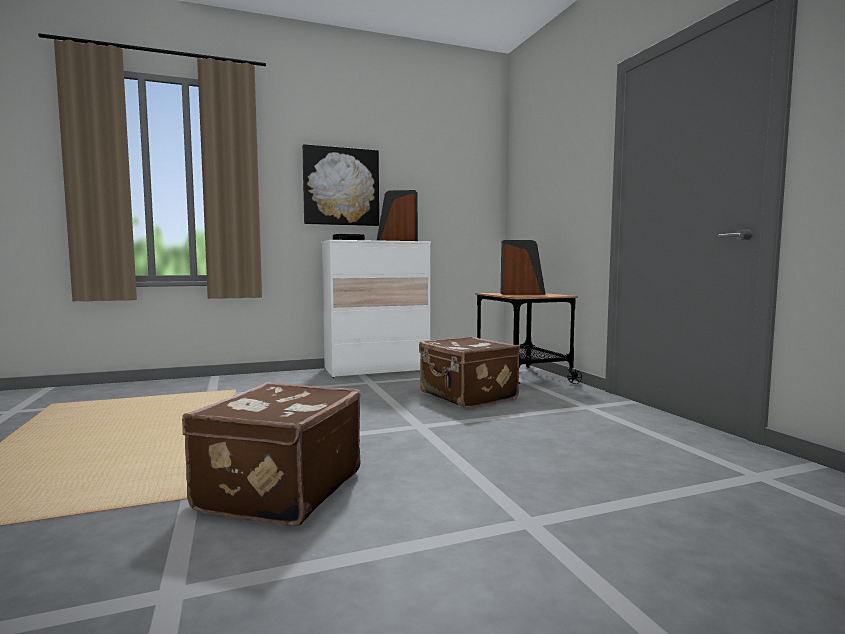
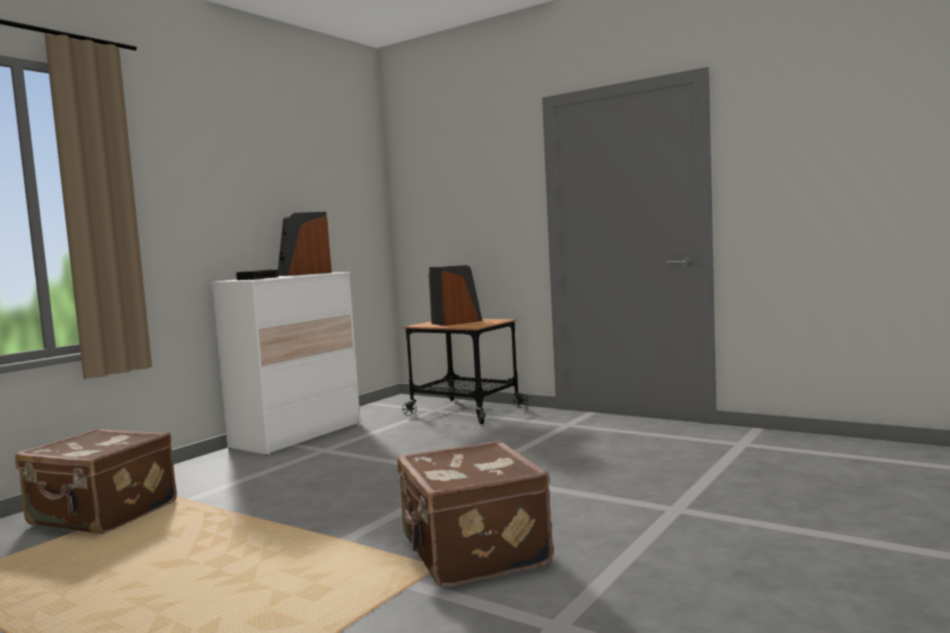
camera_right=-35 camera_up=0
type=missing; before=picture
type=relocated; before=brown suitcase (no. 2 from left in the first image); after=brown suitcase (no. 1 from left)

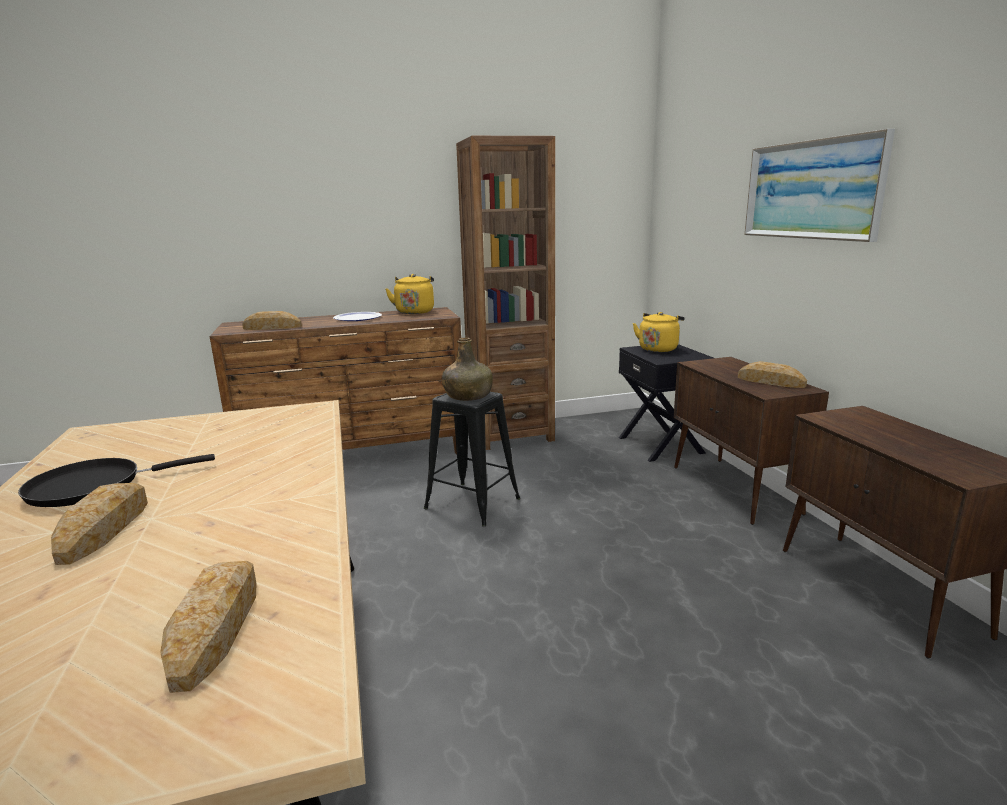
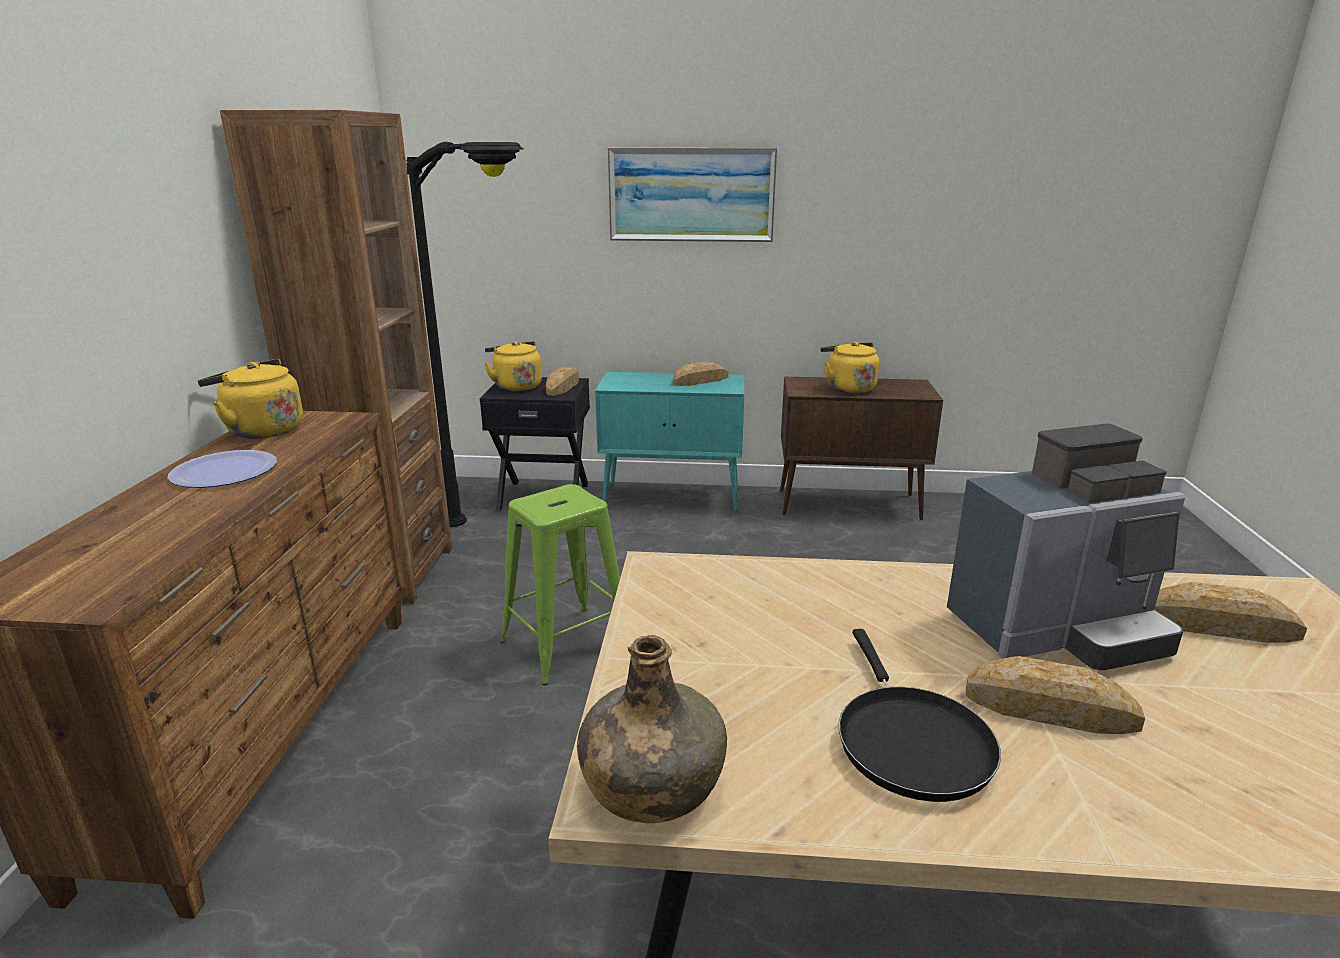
camera_right=-70 camera_up=5
type=relocated; before=bread (no. 3 from left in the first image); after=bread (no. 1 from left)
type=colour; before=black stool; after=green stool
type=relocated; before=green bottle
type=colour; before=brown cabinet (no. 1 from left); after=turquoise cabinet
type=appeared; after=black floor lamp
type=appeared; after=yellow kettle (no. 3 from left)
type=appeared; after=coffee machine

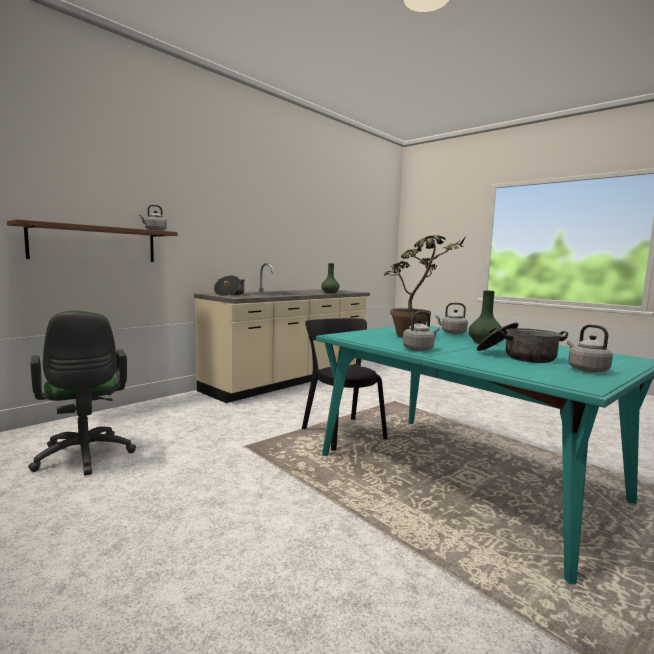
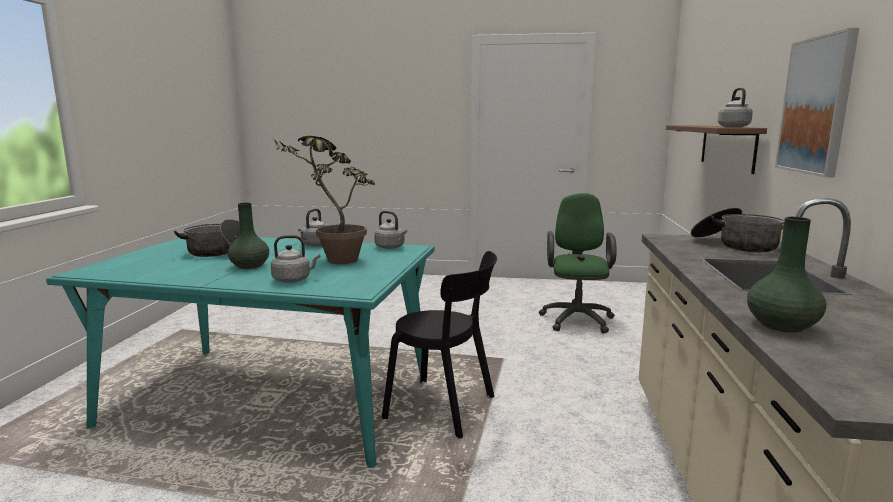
camera_right=145 camera_up=5
type=spun; before=green office chair; turn=75
type=relocated; before=grey kettle (no. 4 from left in the first image); after=grey kettle (no. 3 from left)
type=appeared; after=picture

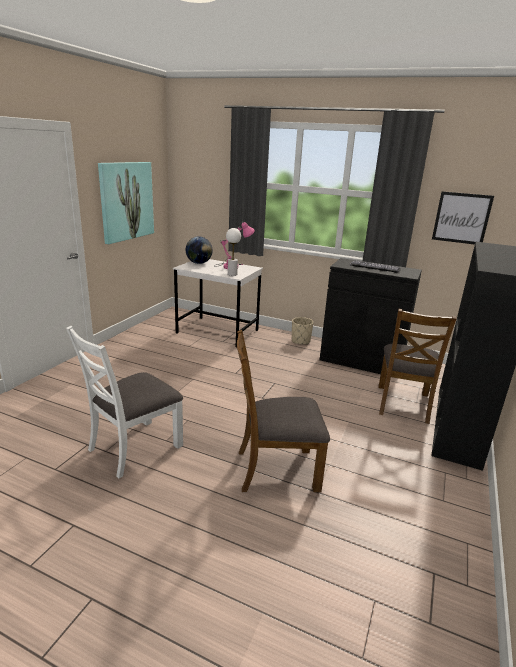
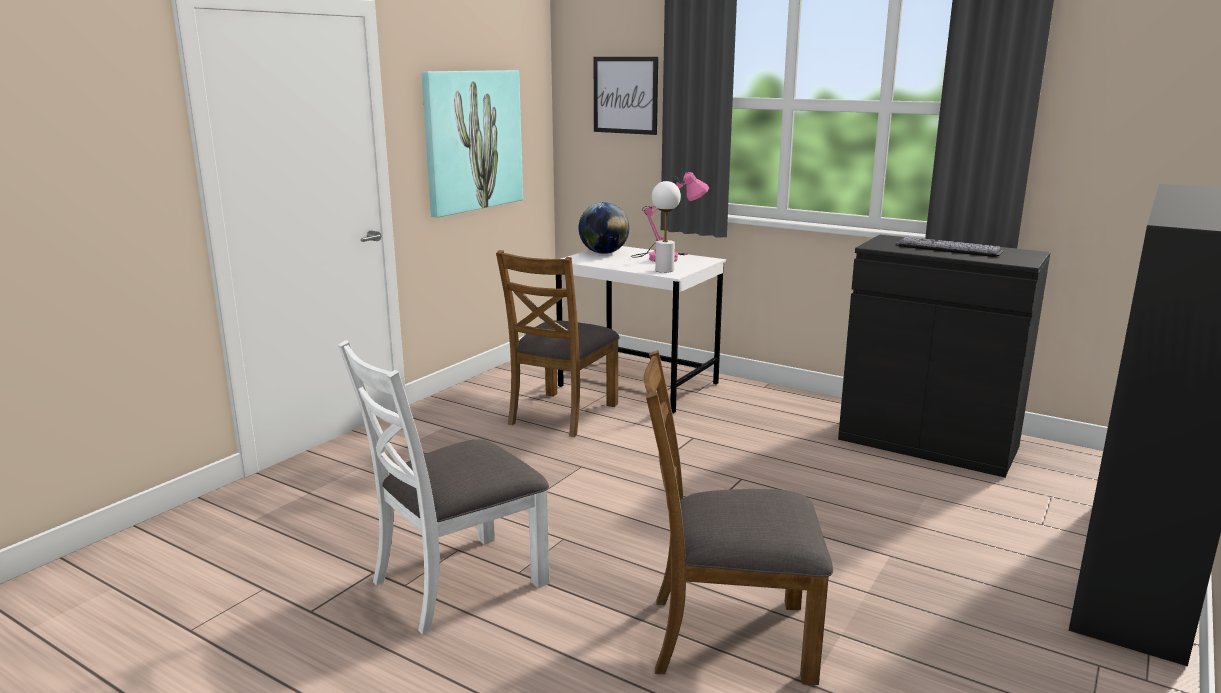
camera_right=10 camera_up=-5
type=missing; before=beige planter
type=relocated; before=brown chair (no. 2 from left in the first image); after=brown chair (no. 1 from left)
type=relocated; before=picture (no. 2 from left)

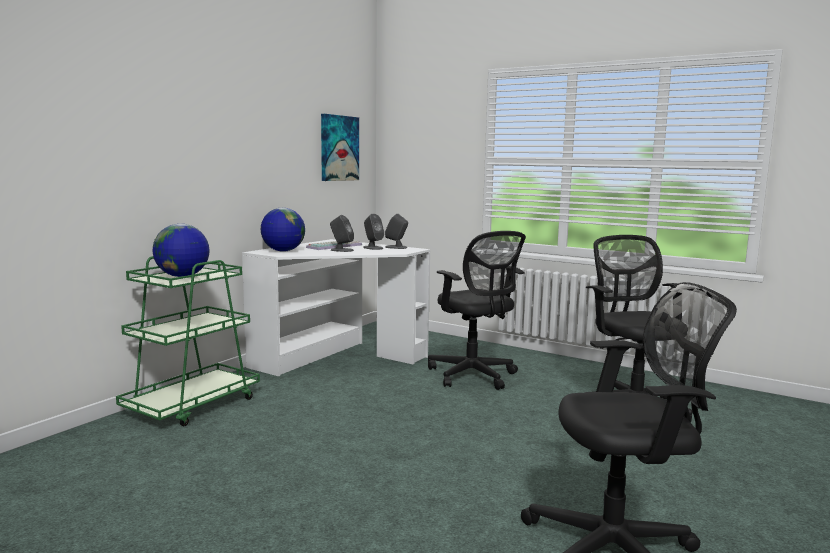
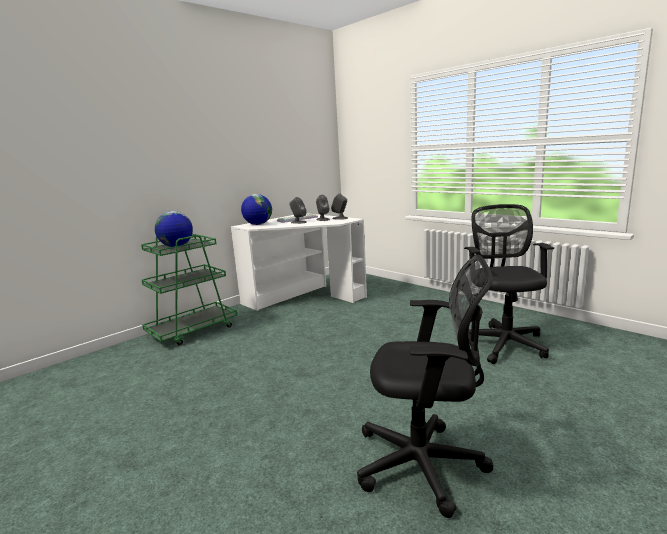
camera_right=15 camera_up=5
type=missing; before=picture
type=missing; before=black office chair (no. 1 from left)

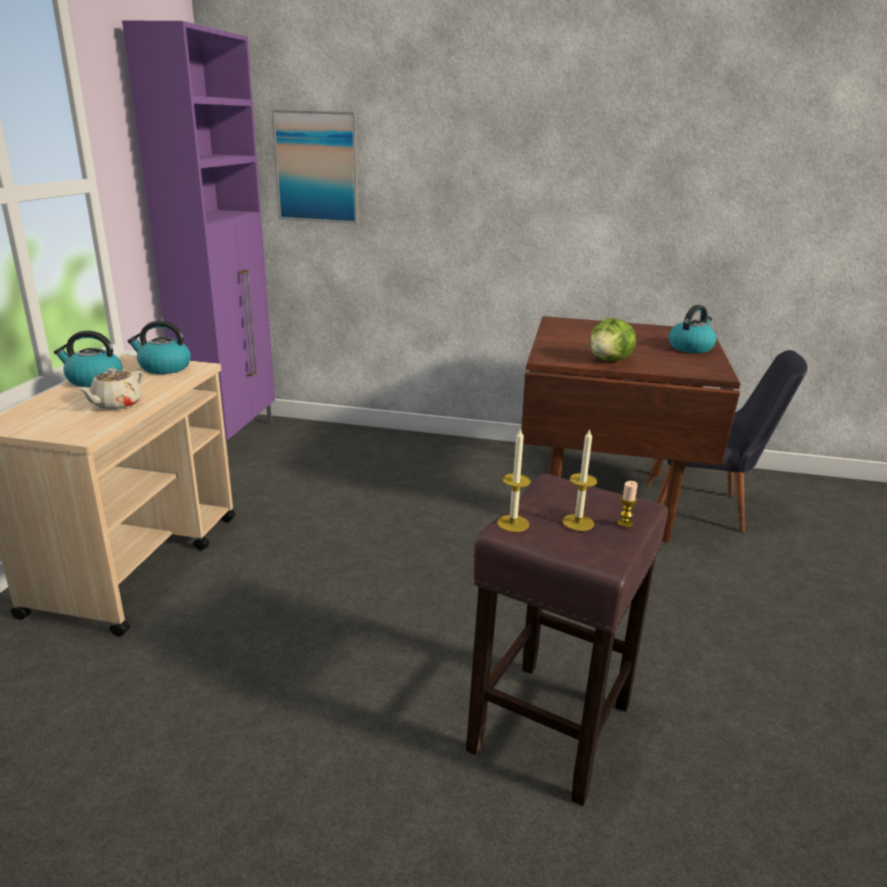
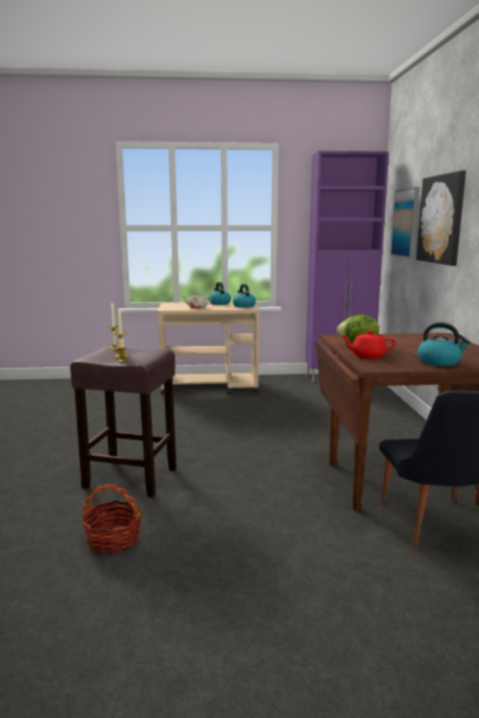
camera_right=75 camera_up=-10
type=appeared; after=basket
type=appeared; after=red teapot
type=appeared; after=picture (no. 2 from left)

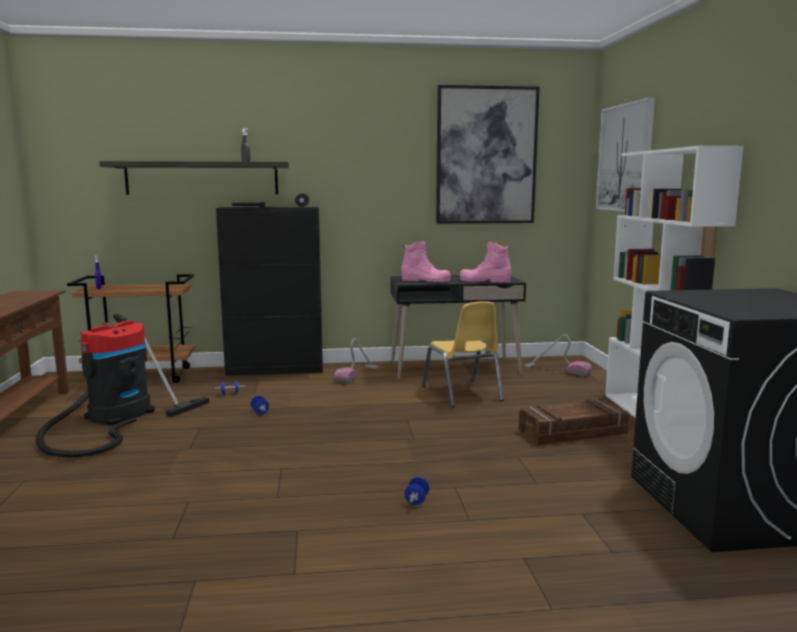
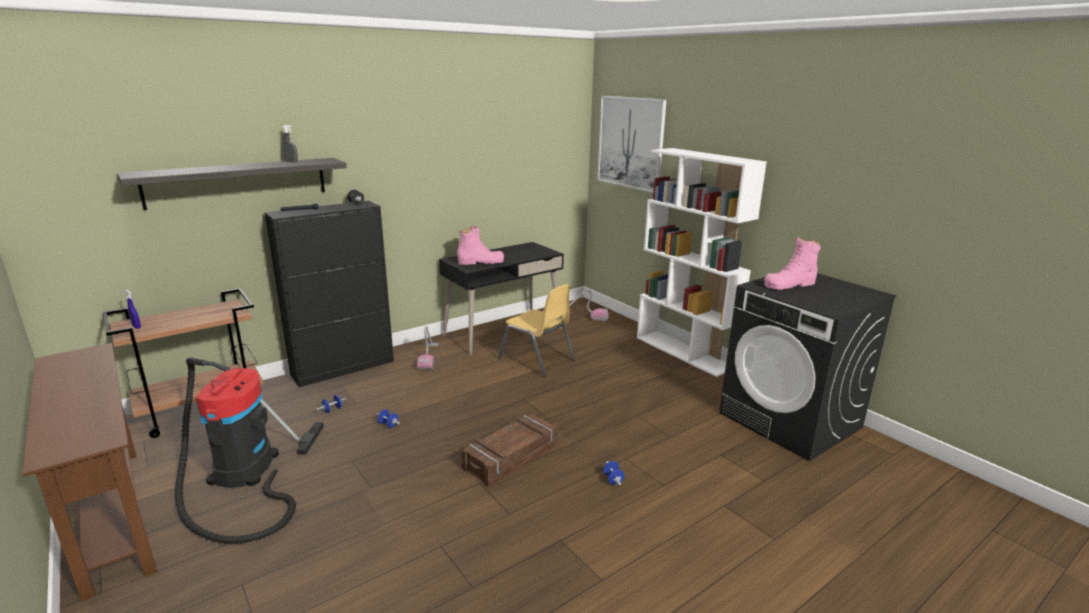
camera_right=-30 camera_up=10
type=missing; before=picture (no. 1 from left)
type=relocated; before=pink boot (no. 2 from left)
type=relocated; before=crate

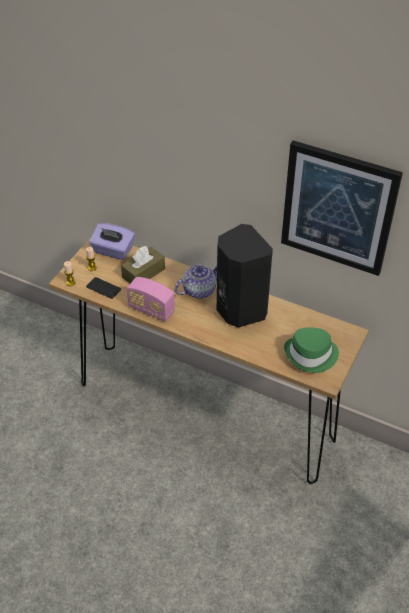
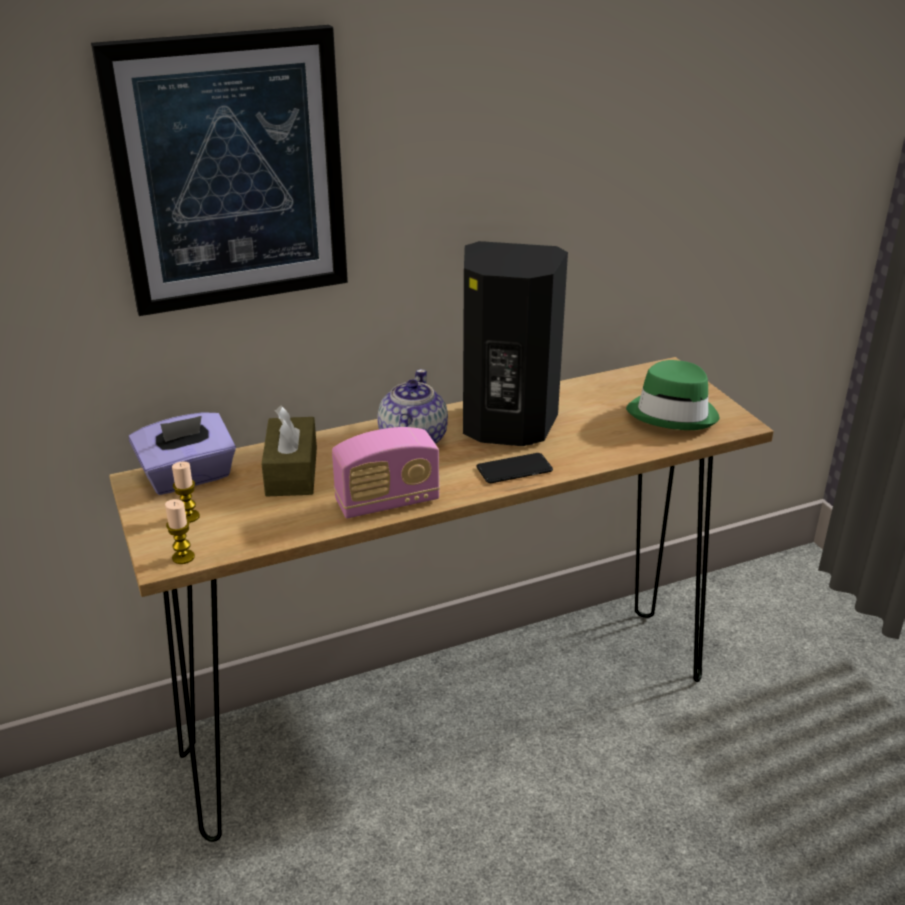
camera_right=-50 camera_up=-15
type=relocated; before=phone
type=relocated; before=picture

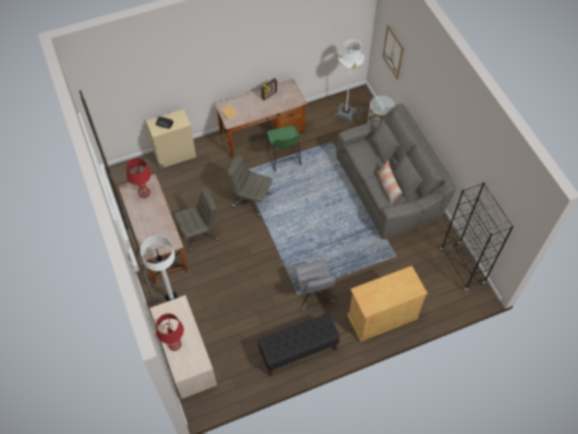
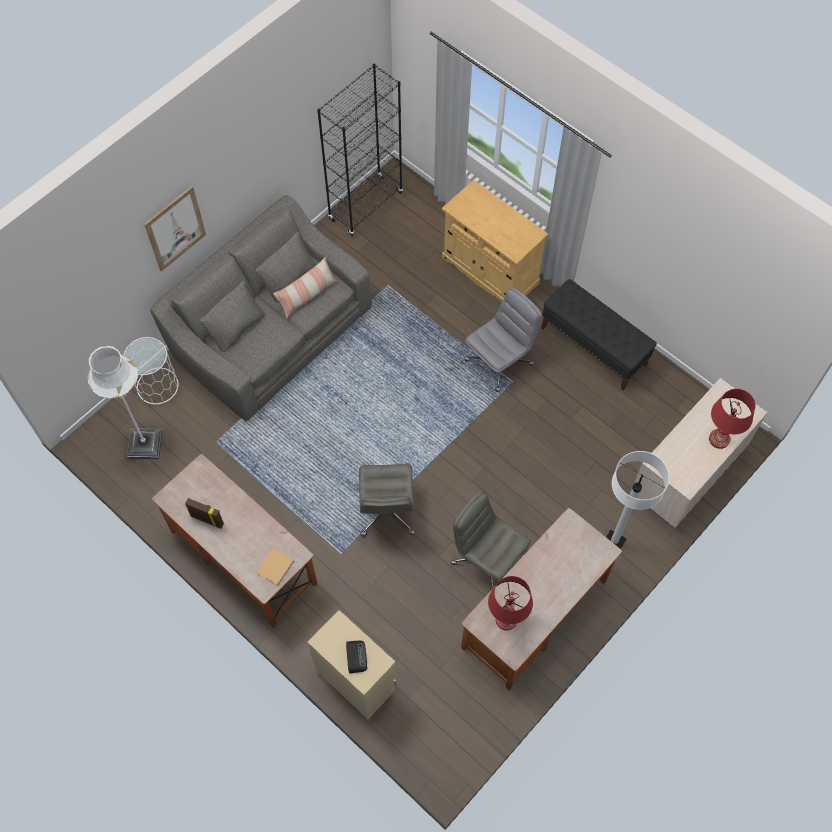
camera_right=-115 camera_up=5
type=missing; before=green stool
type=relocated; before=picture

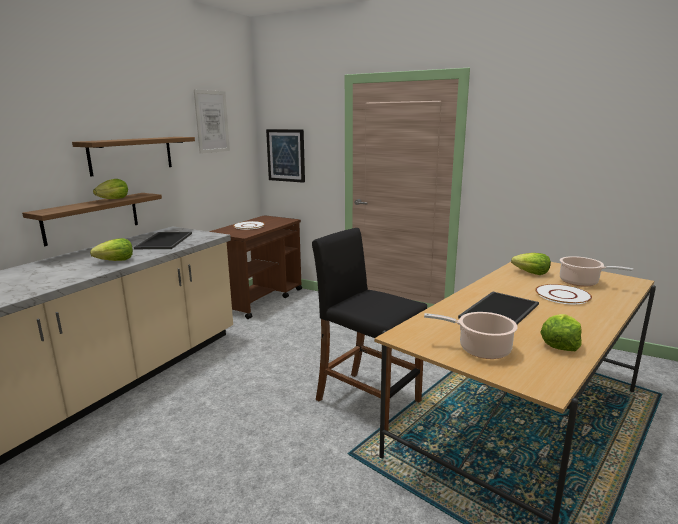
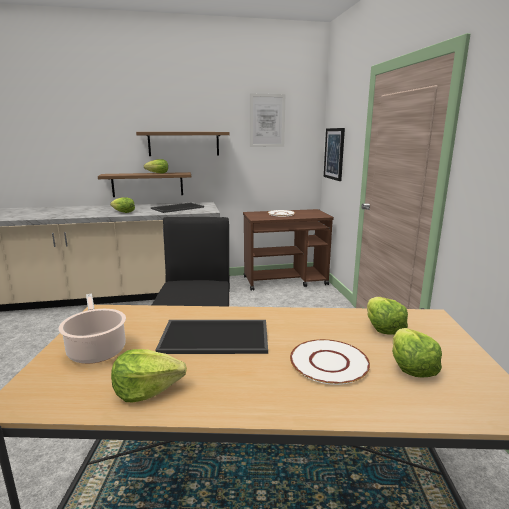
camera_right=50 camera_up=0
type=exchanged; before=cooking pot (no. 2 from left); after=lettuce (no. 5 from left)

